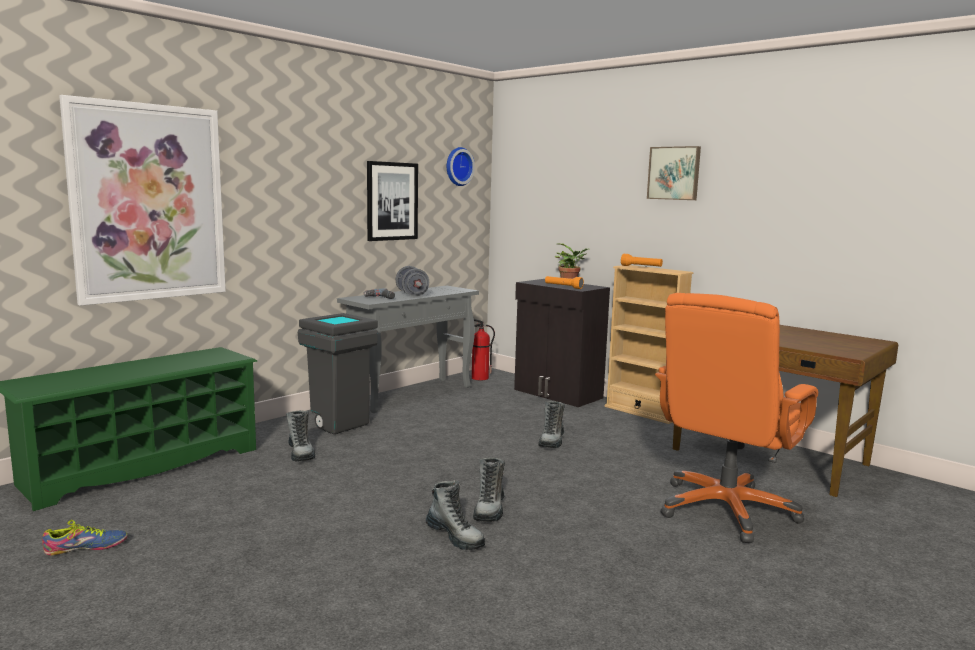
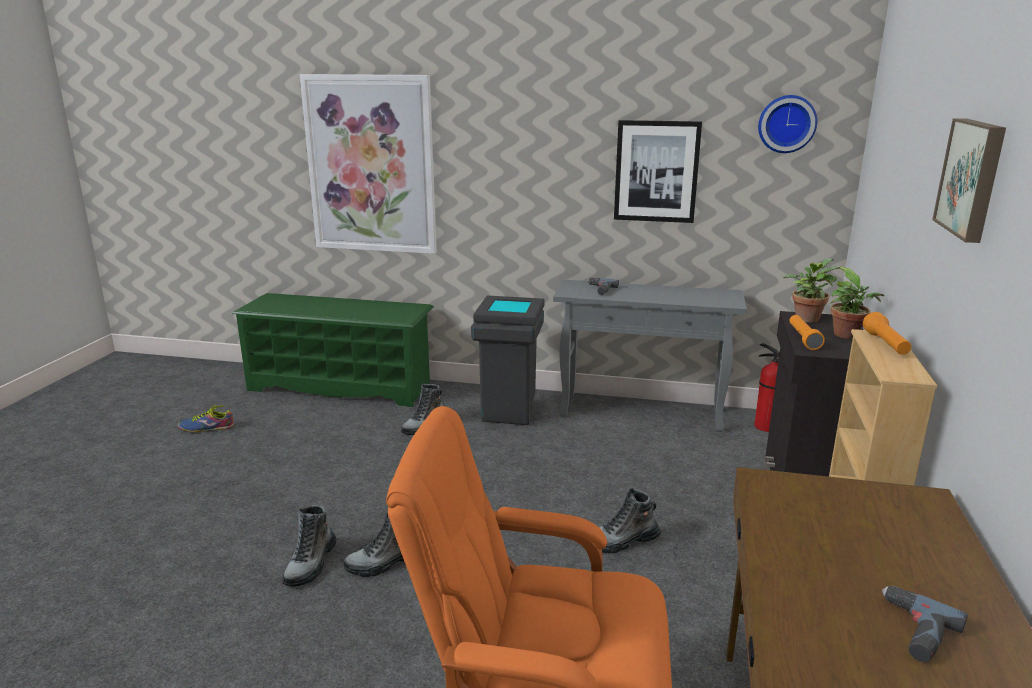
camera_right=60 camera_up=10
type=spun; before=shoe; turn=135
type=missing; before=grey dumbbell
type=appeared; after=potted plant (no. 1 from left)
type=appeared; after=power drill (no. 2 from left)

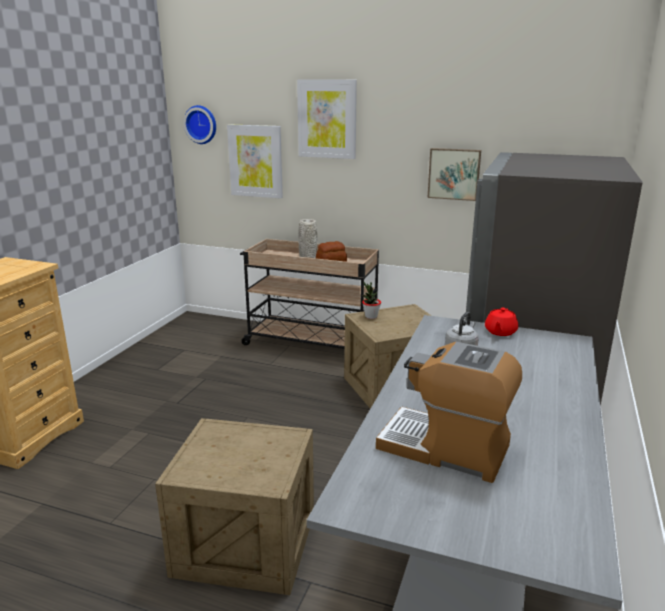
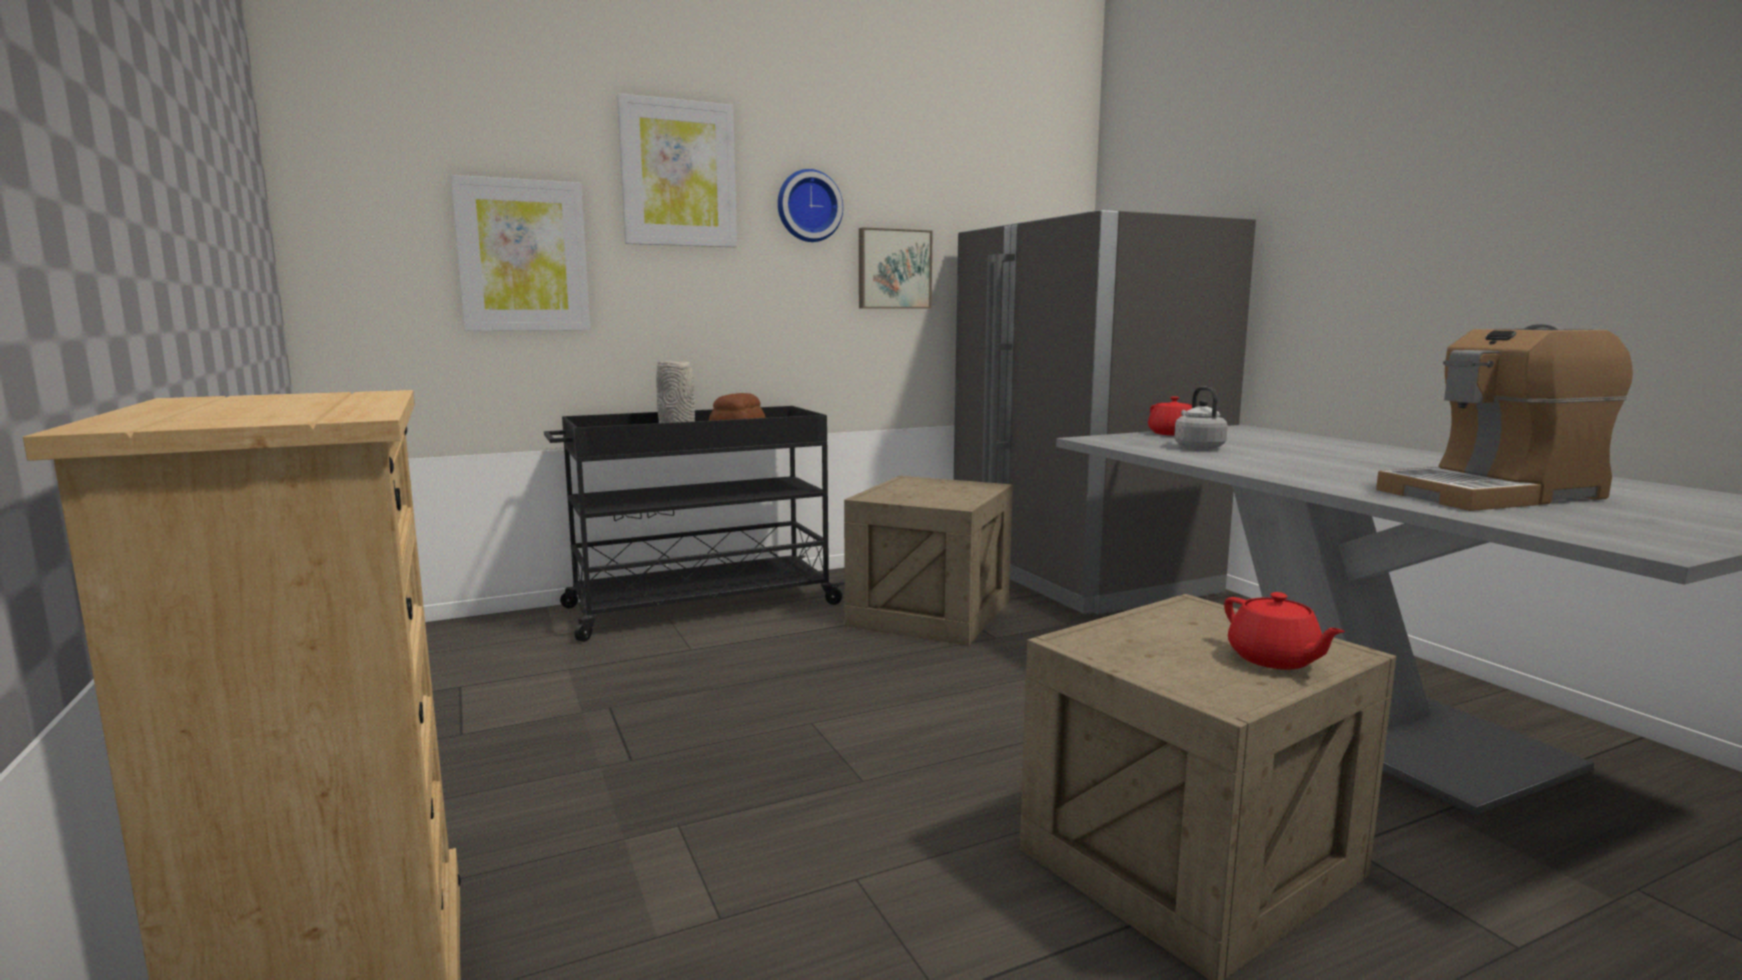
camera_right=-45 camera_up=-10
type=relocated; before=wall clock
type=colour; before=beige cart; after=black cart
type=missing; before=potted plant
type=appeared; after=red teapot (no. 2 from left)

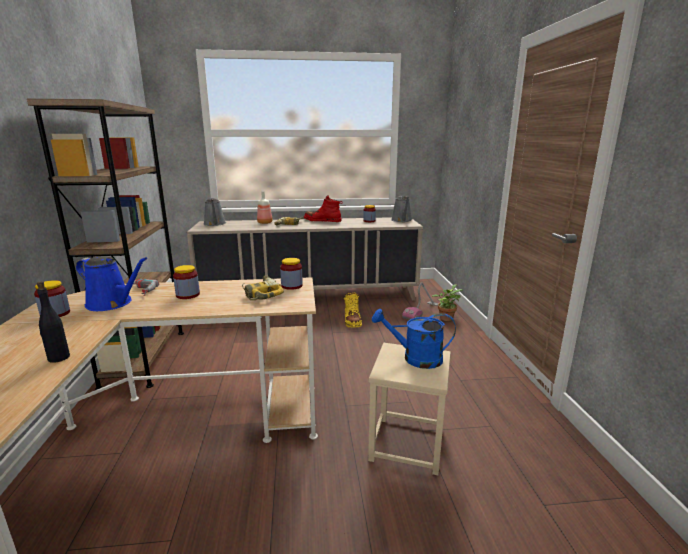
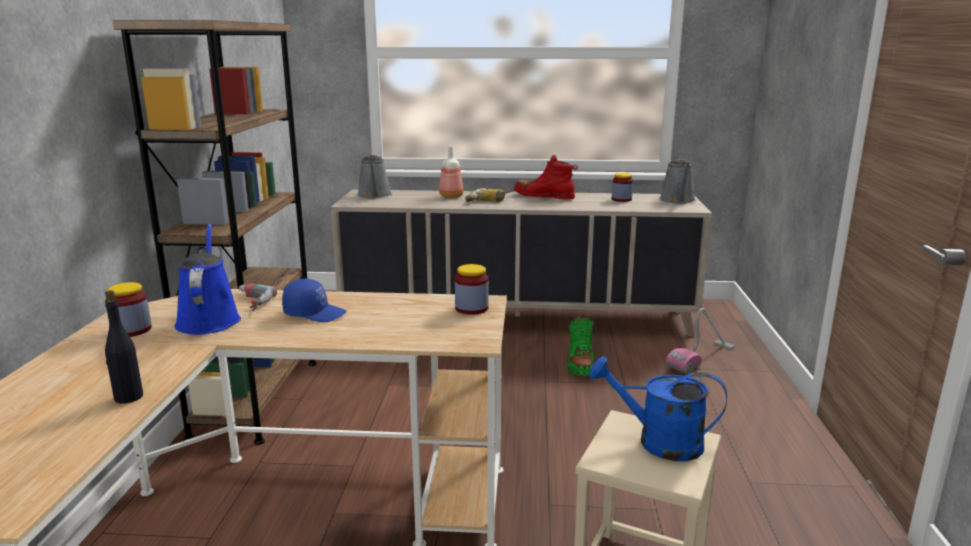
camera_right=10 camera_up=0
type=spun; before=blue watering can (no. 1 from left); turn=-135
type=exchanged; before=jar (no. 2 from left); after=blue cap
type=missing; before=power drill (no. 2 from left)
type=colour; before=yellow boot; after=green boot
type=missing; before=potted plant

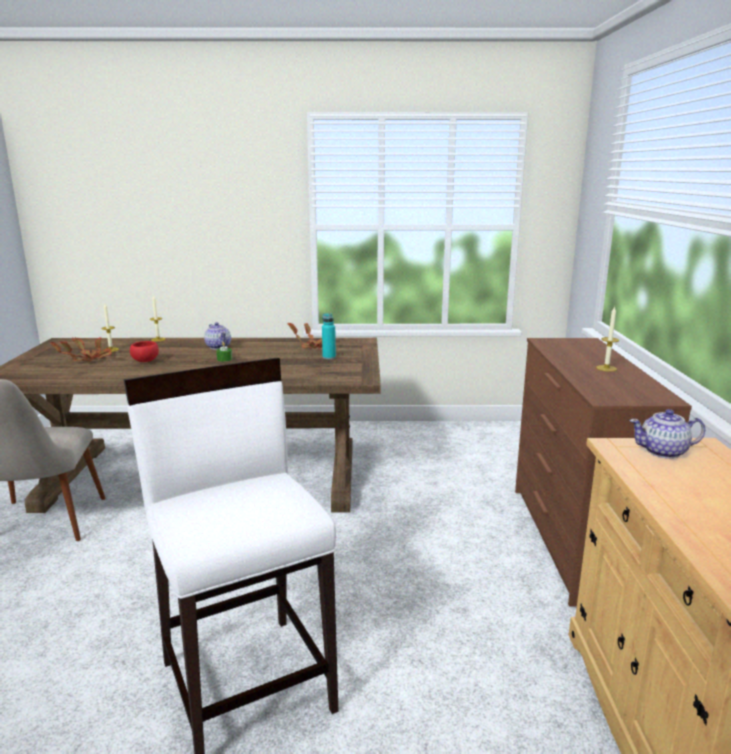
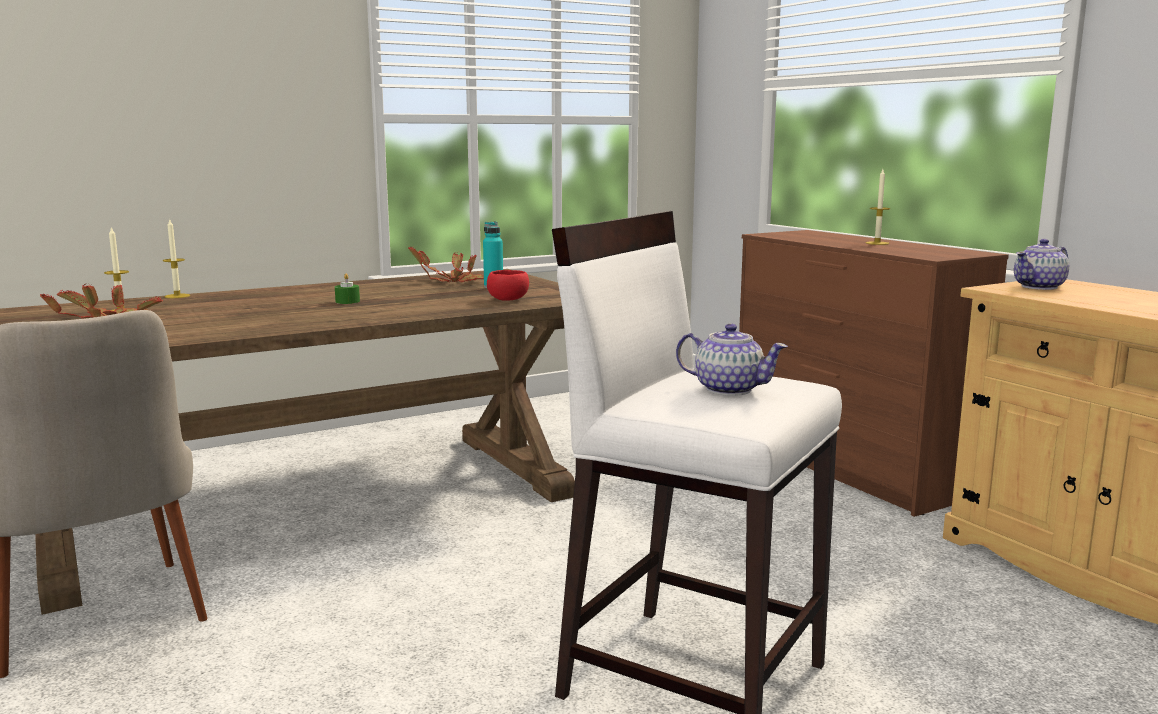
camera_right=-30 camera_up=-5
type=relocated; before=red bowl
type=relocated; before=teapot (no. 1 from left)

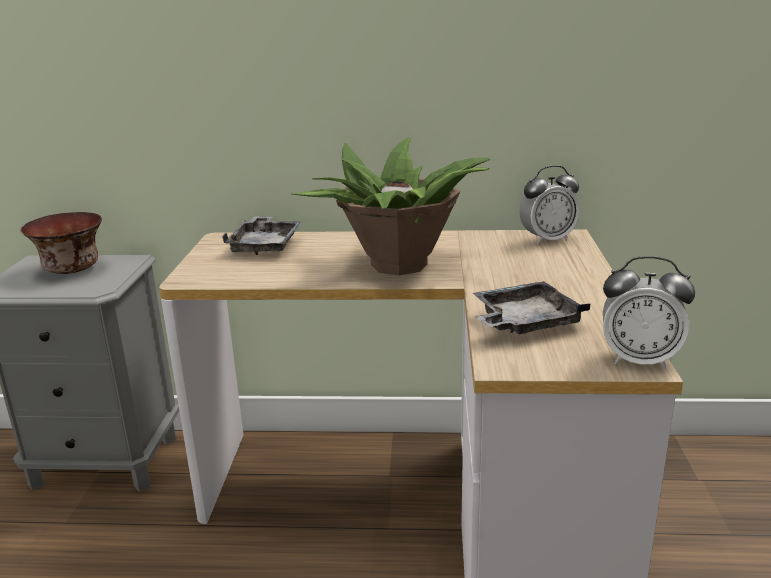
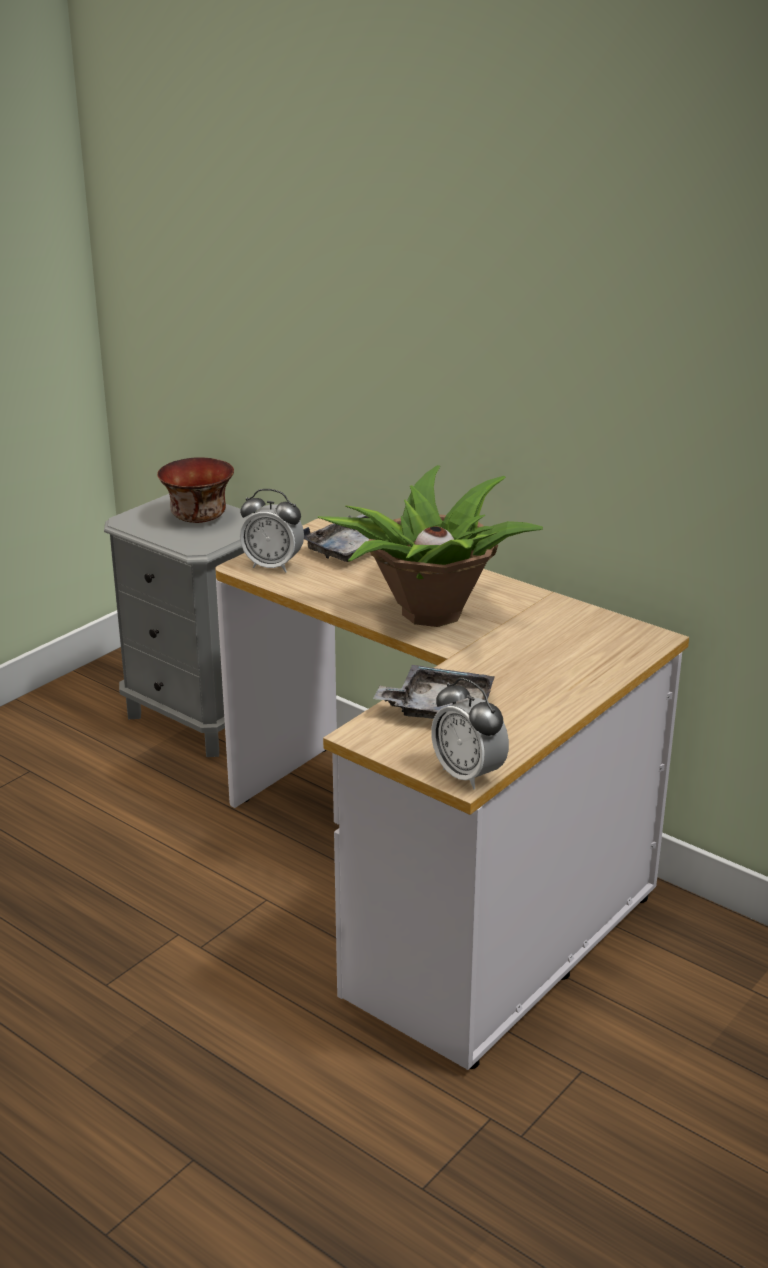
camera_right=35 camera_up=5
type=relocated; before=alarm clock (no. 1 from left)

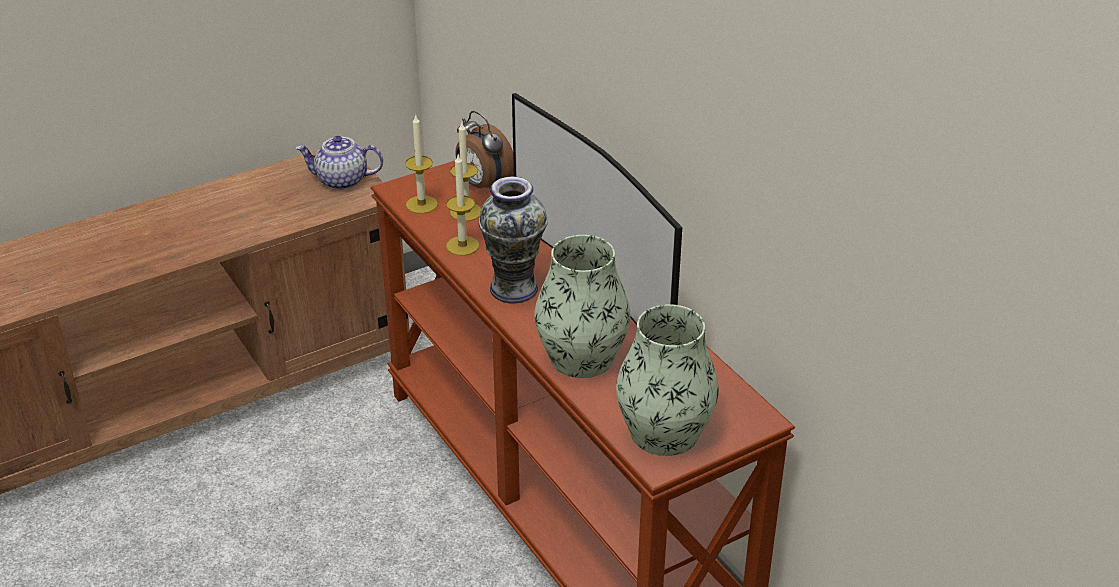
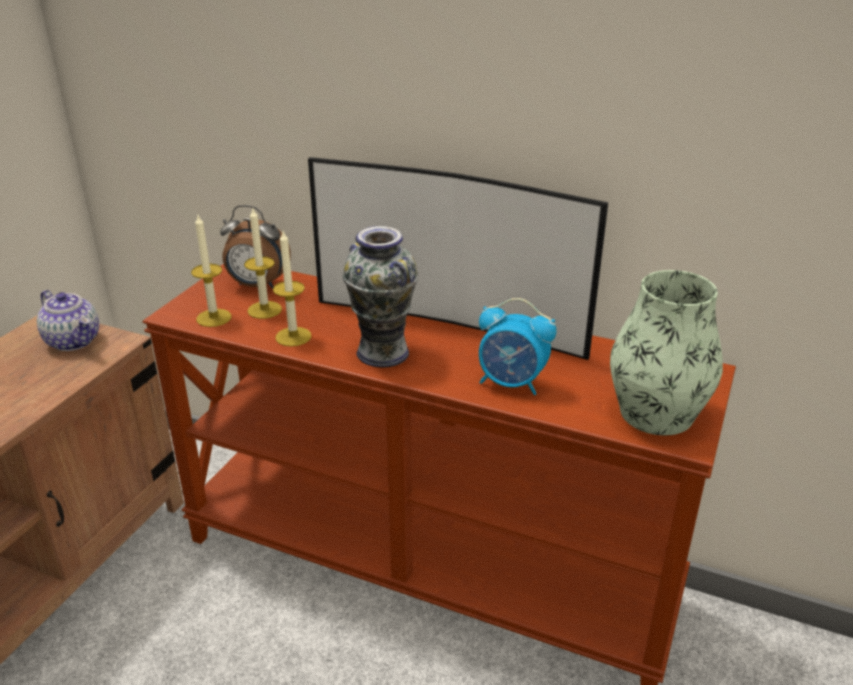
camera_right=-35 camera_up=-5
type=spun; before=teapot; turn=-105
type=exchanged; before=vase (no. 2 from left); after=alarm clock (no. 2 from left)

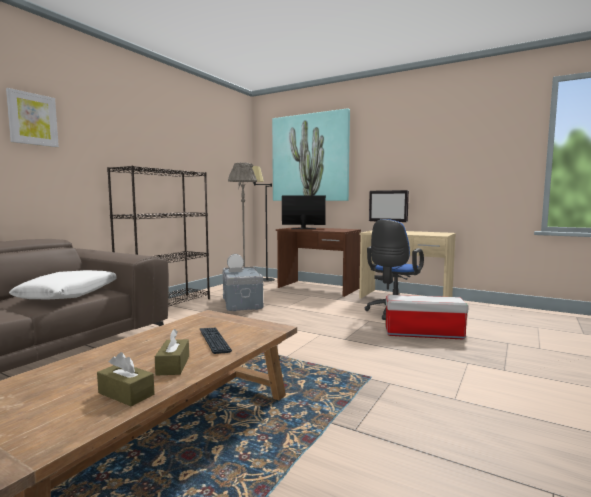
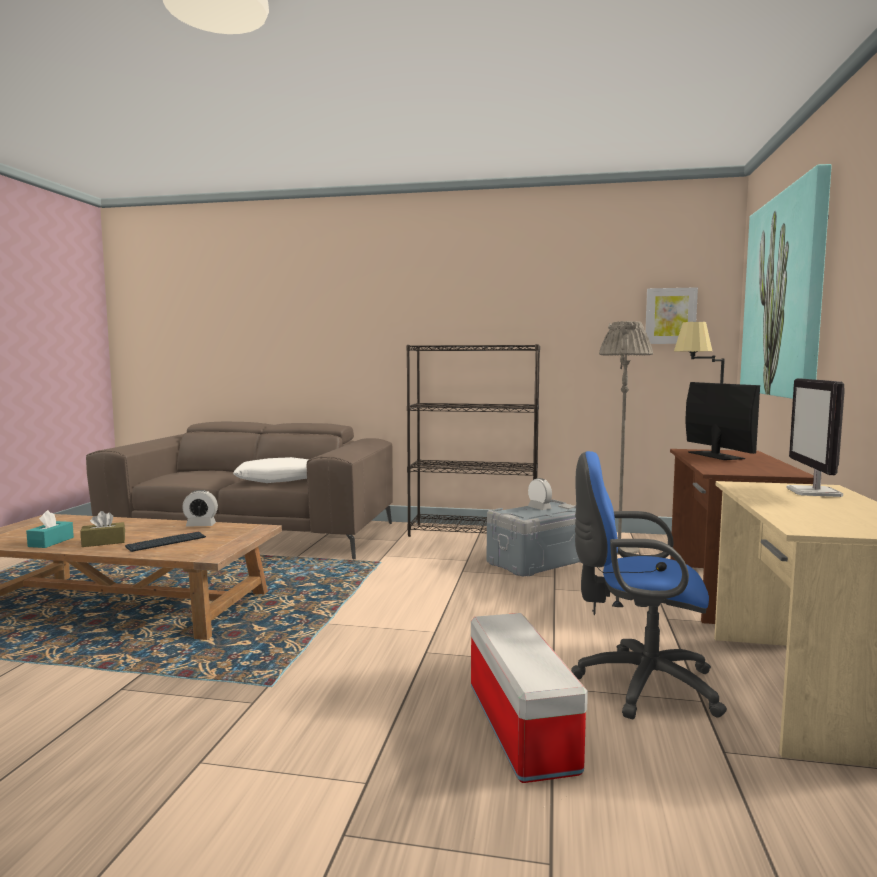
camera_right=70 camera_up=0
type=relocated; before=picture (no. 1 from left)
type=colour; before=brown tissue box (no. 1 from left); after=turquoise tissue box
type=appeared; after=alarm clock (no. 1 from left)

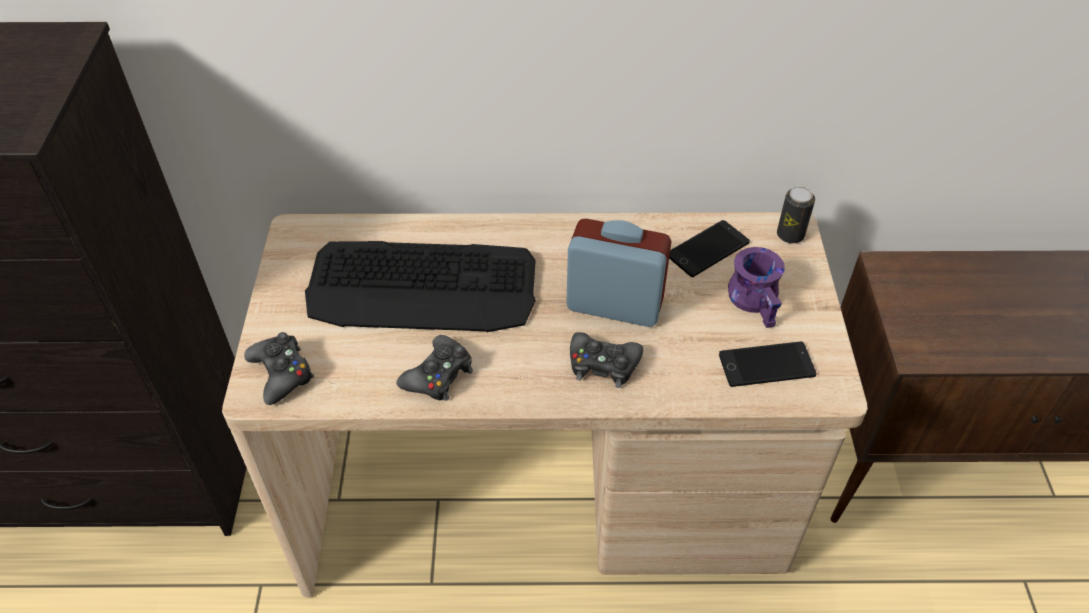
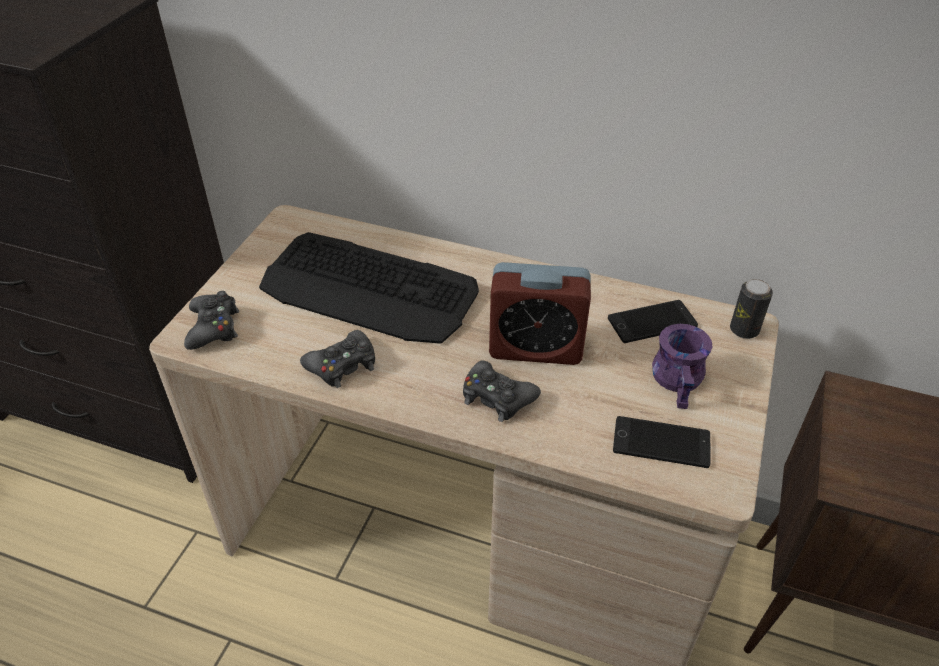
camera_right=20 camera_up=-5
type=spun; before=alarm clock; turn=150

